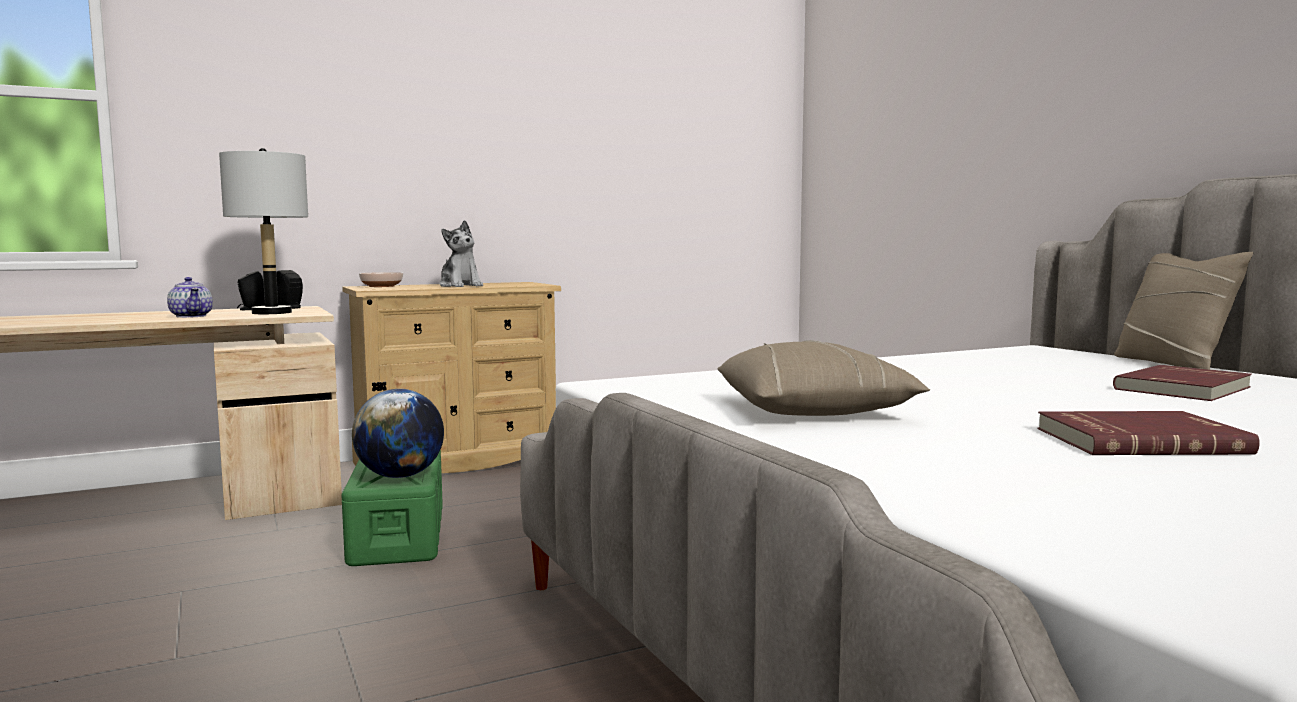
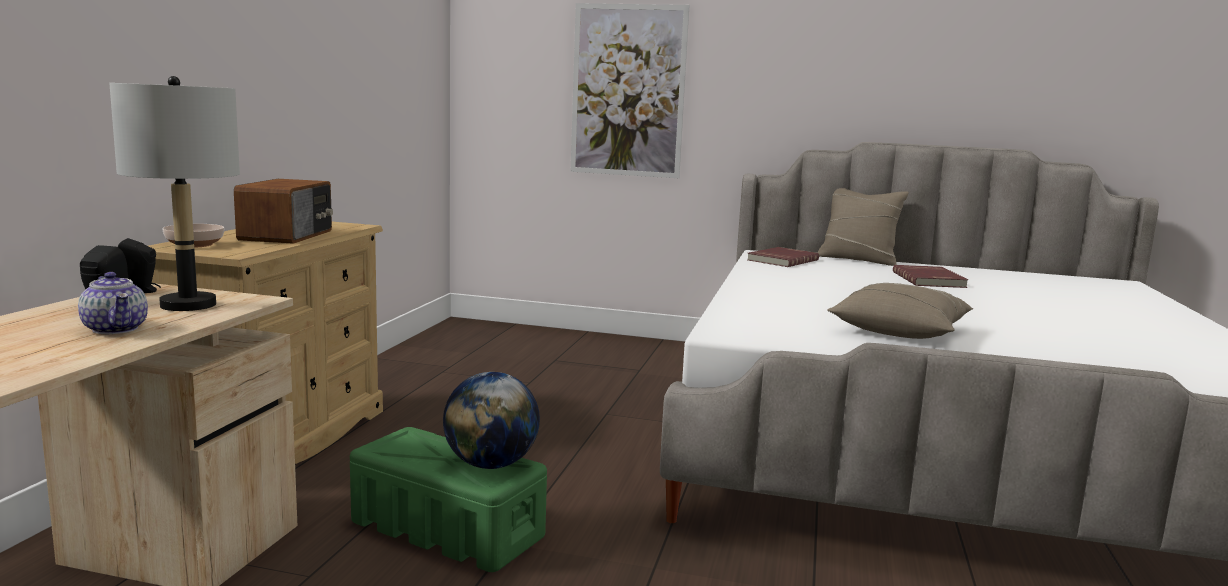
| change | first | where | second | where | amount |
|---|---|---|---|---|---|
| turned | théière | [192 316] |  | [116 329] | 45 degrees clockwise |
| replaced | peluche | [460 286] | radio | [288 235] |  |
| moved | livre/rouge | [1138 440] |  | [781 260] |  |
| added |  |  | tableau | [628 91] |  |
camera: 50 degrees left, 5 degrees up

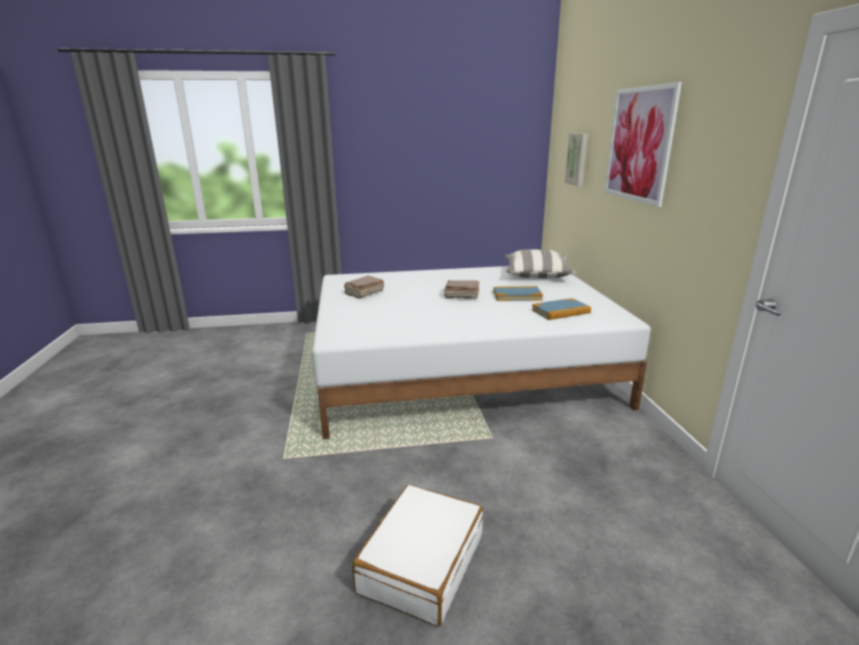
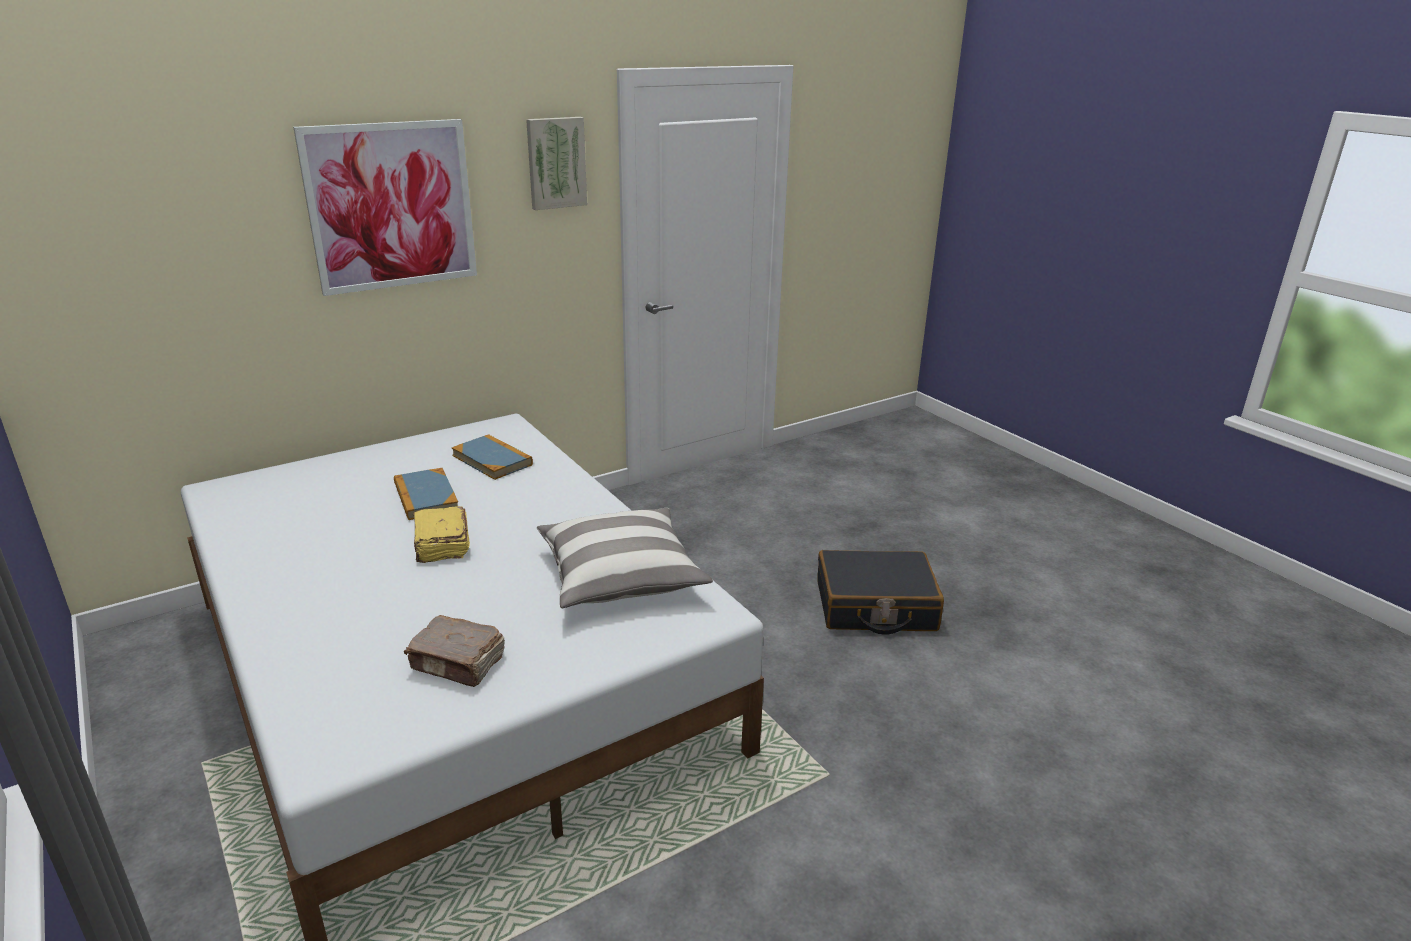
| change | first | where | second | where | amount |
|---|---|---|---|---|---|
| recoloured | valise/blanc | [421 563] | valise/noir | [875 607] |  |
| recoloured | livre/marron | [461 296] | livre/jaune | [441 545] |  |
| moved | coussin | [536 275] |  | [620 577] |  |
| moved | tableau | [577 159] |  | [555 162] |  |
camera: 115 degrees left, 5 degrees up

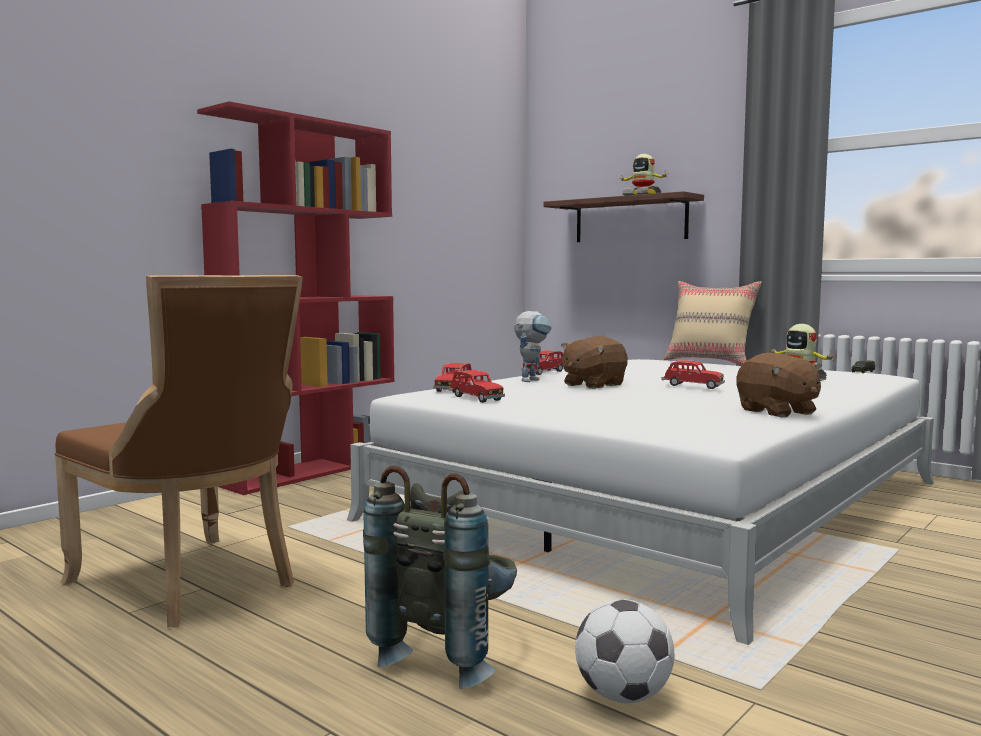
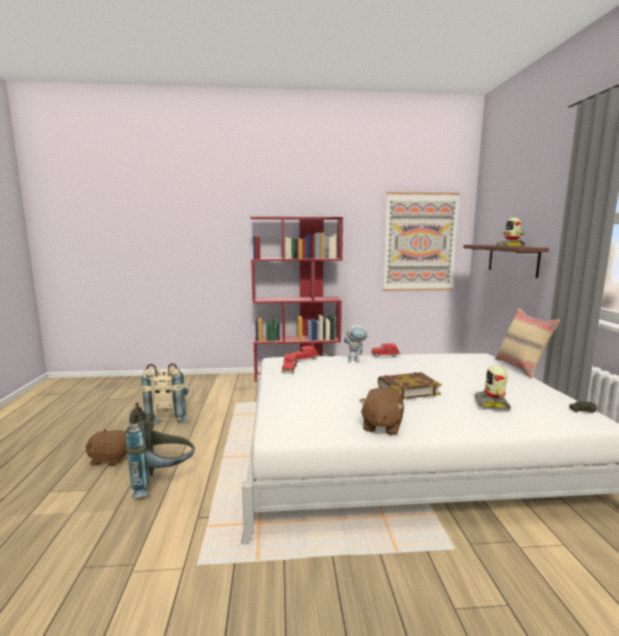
| change | first | where | second | where | amount |
|---|---|---|---|---|---|
| replaced | chaise/marron | [191 584] | sac à dos/beige | [169 416] |  |
| moved | peluche/marron | [593 385] |  | [110 459] |  |
| removed | ballon de foot | [623 696] |  |  |  |
| replaced | petite voiture/rouge | [692 386] | livre | [408 390] |  |
| added |  |  | tableau | [420 242] |  |
camera: 45 degrees right, 5 degrees up

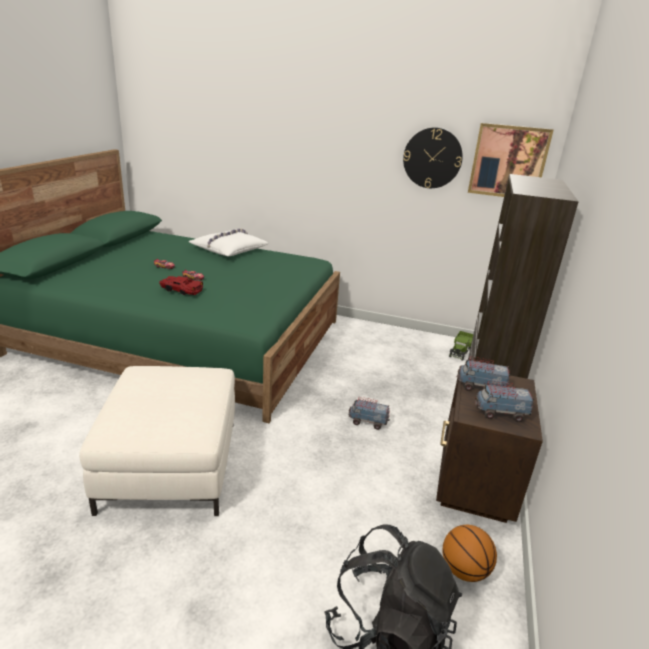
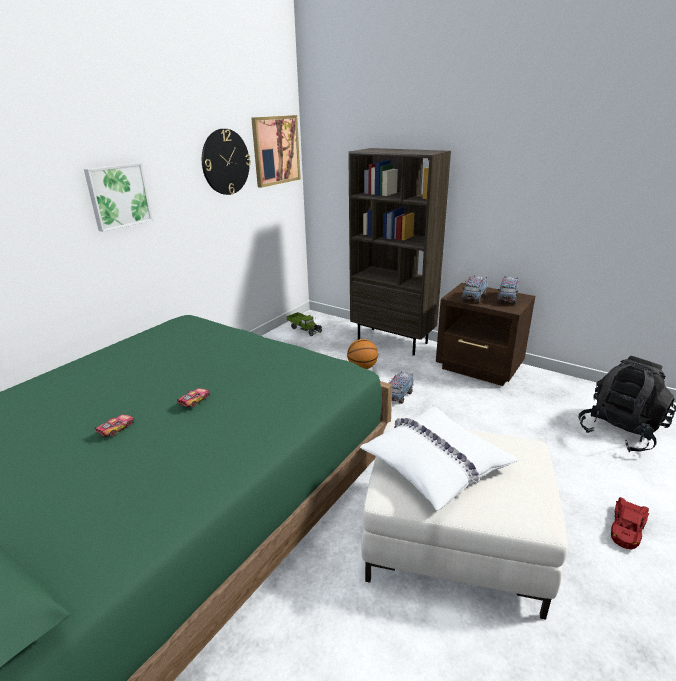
| change | first | where | second | where | amount |
|---|---|---|---|---|---|
| moved | petite voiture/rouge | [181 290] |  | [626 528] |  |
| moved | coussin/blanc | [229 250] |  | [434 464] |  |
| moved | ballon de basket | [464 570] |  | [362 368] |  |
| added |  |  | tableau | [118 196] |  |
camera: 70 degrees left, 0 degrees up

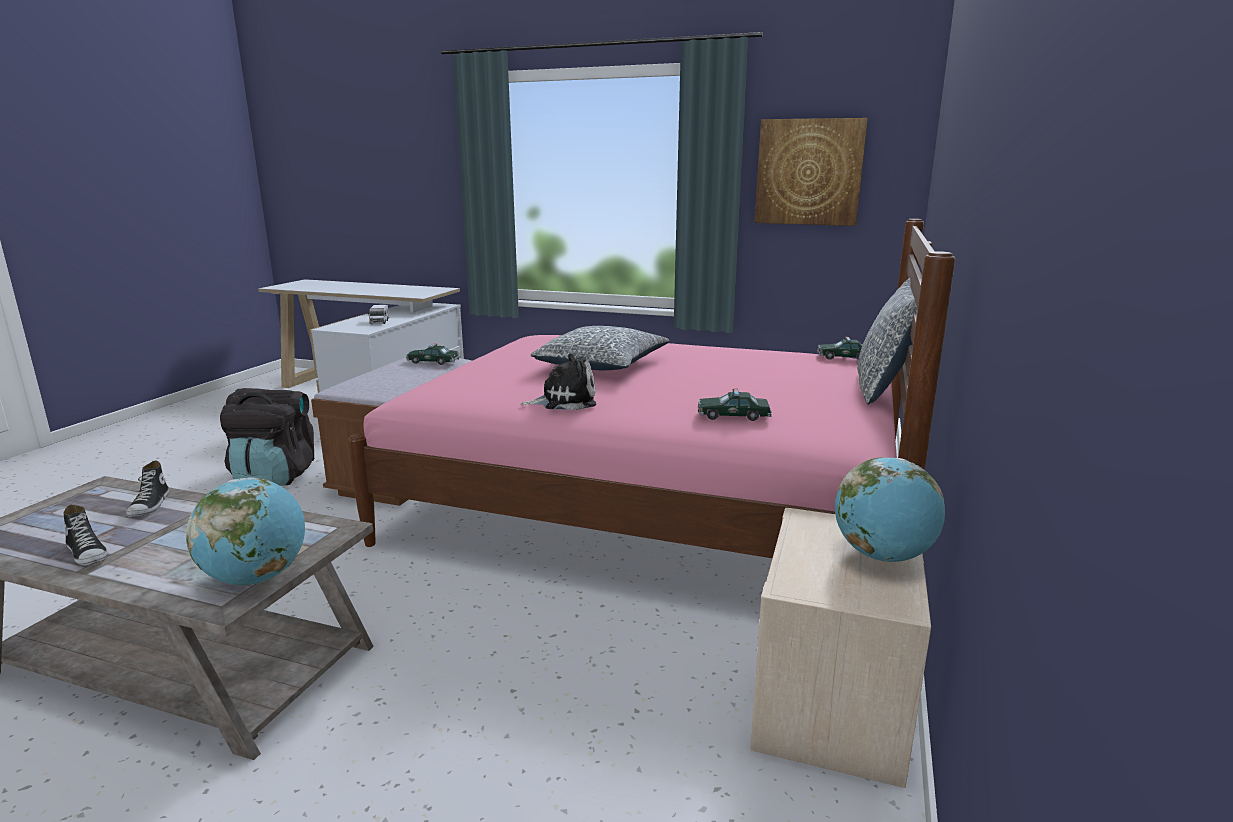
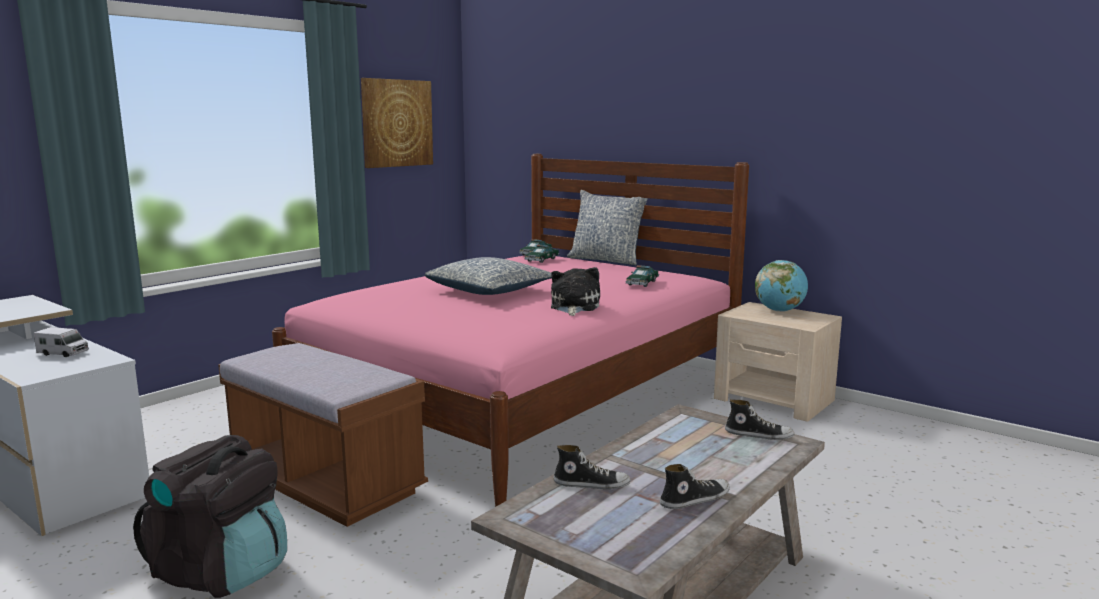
| change | first | where | second | where | amount |
|---|---|---|---|---|---|
| replaced | globe | [257 578] | chaussure | [758 435] |  |
| moved | petite voiture | [433 362] |  | [542 260] |  |
camera: 70 degrees left, 5 degrees down

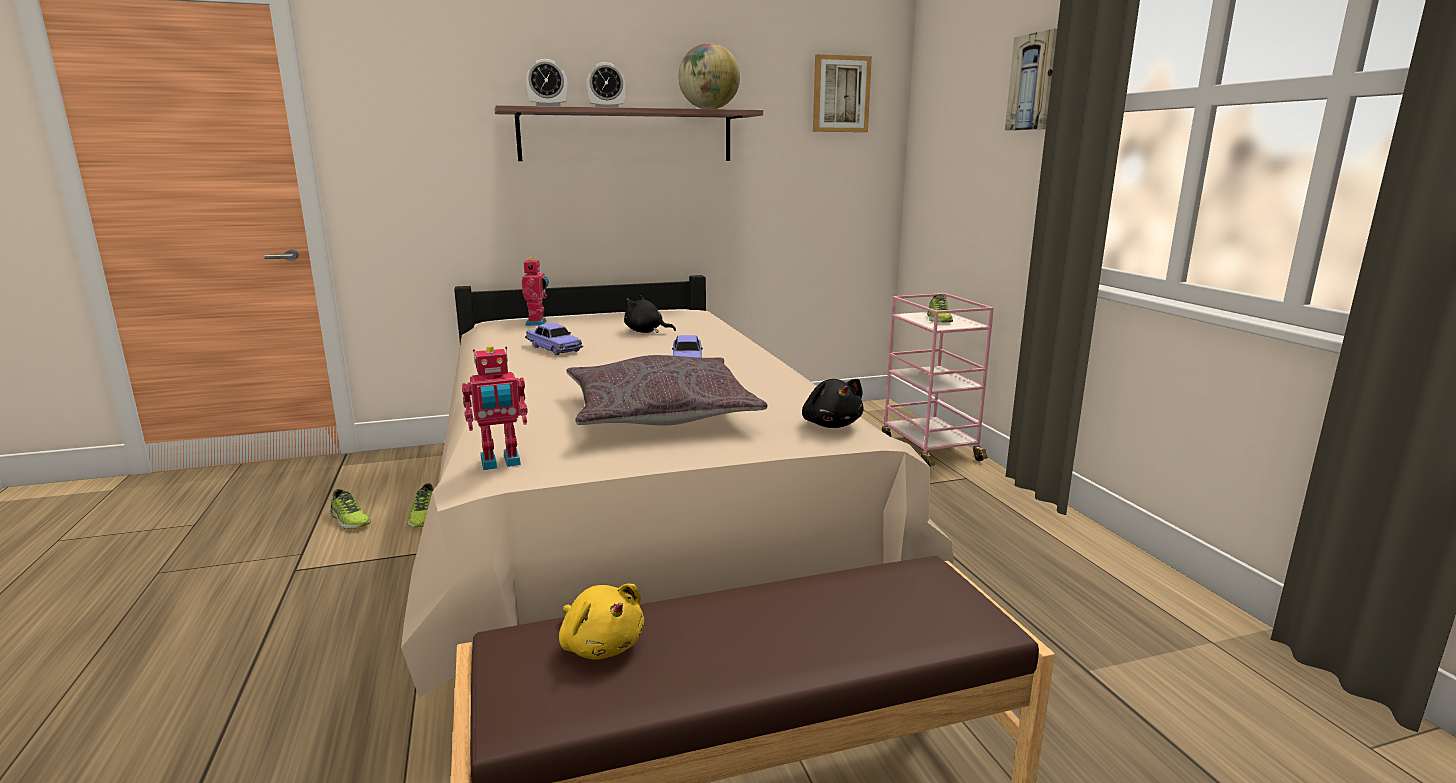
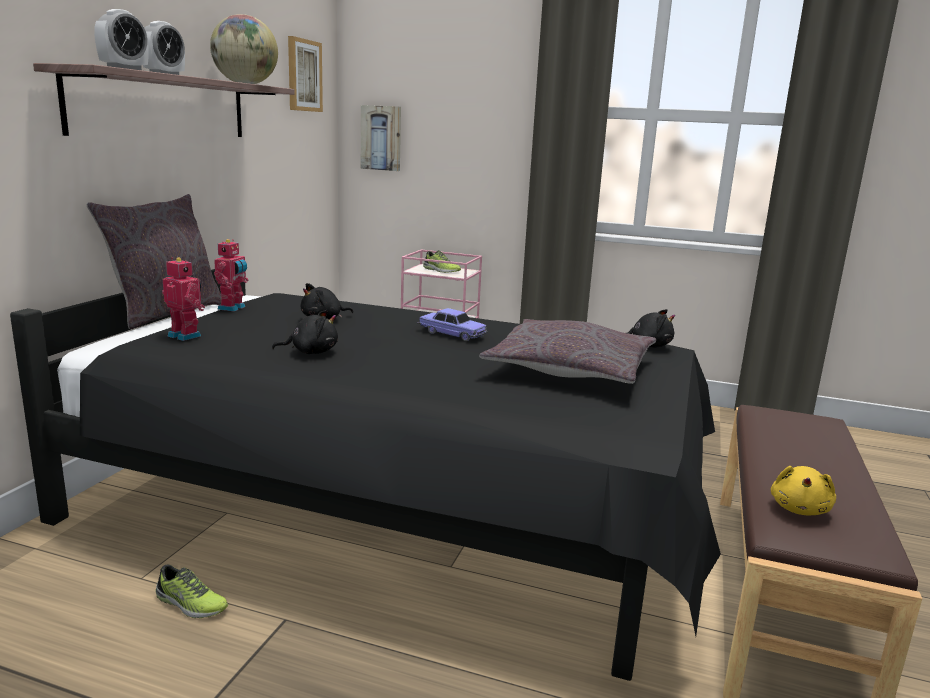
| change | first | where | second | where | amount |
|---|---|---|---|---|---|
| removed | chaussure | [349 520] |  |  |  |
| recoloured | lit/beige | [632 529] | lit/noir | [398 508] |  |
| moved | robot jouet | [501 463] |  | [233 308] |  |
| replaced | petite voiture | [554 349] | peluche/noir | [311 352] |  |
| turned | peluche/jaune | [601 645] |  | [800 509] | 120 degrees clockwise |
| moved | tableau | [1035 82] |  | [381 138] |  |
| added |  |  | coussin/gris | [166 313] |  |
camera: 55 degrees left, 0 degrees up

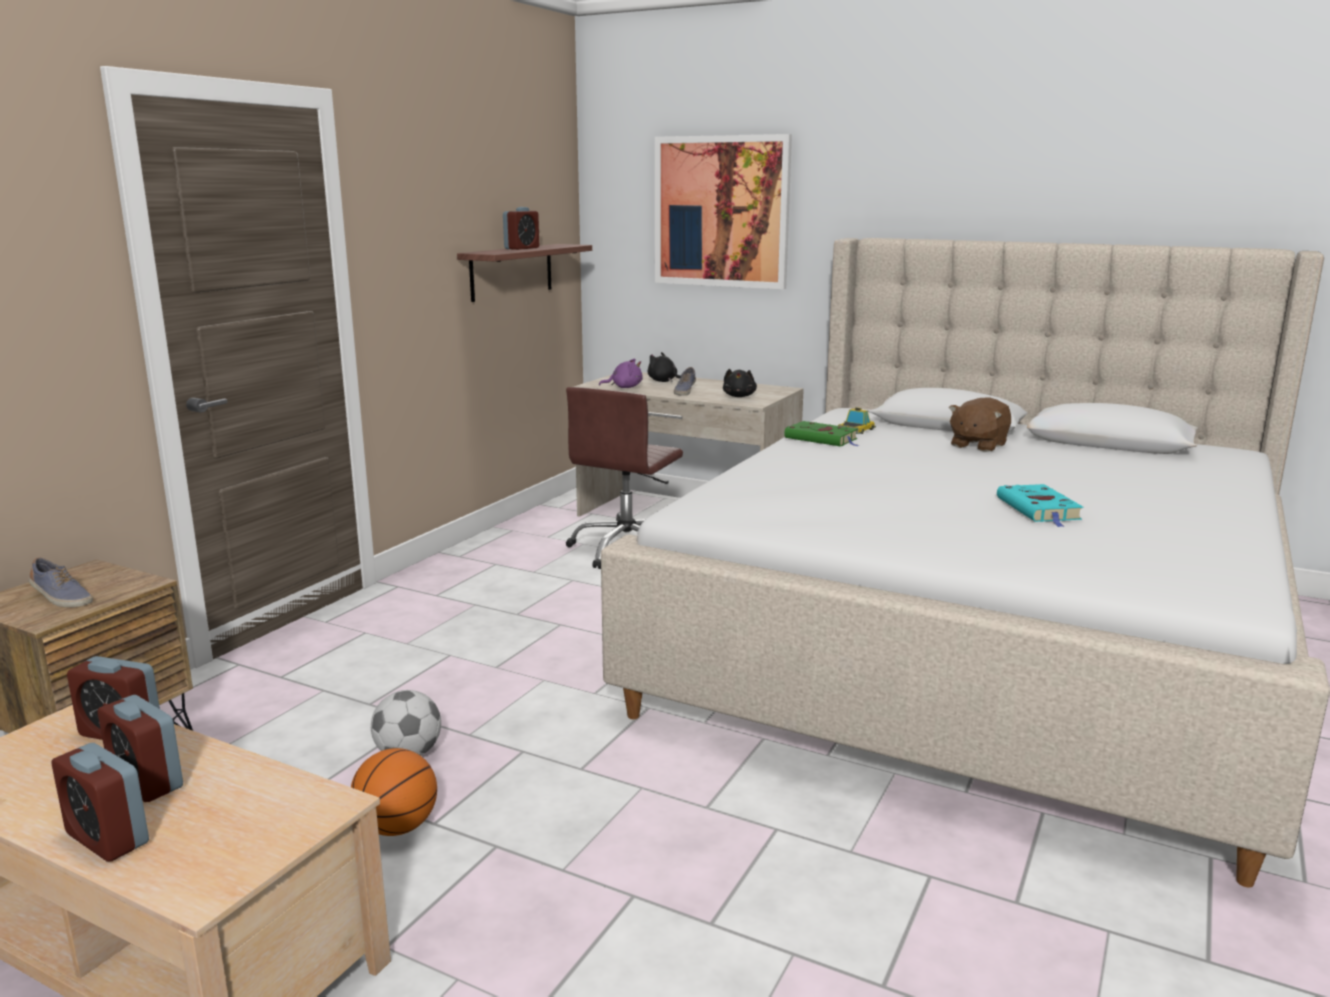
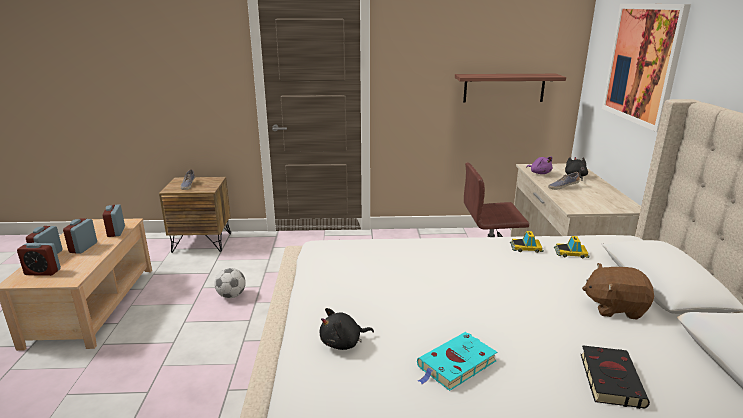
| change | first | where | second | where | amount |
|---|---|---|---|---|---|
| removed | ballon de basket | [397 827] |  |  |  |
| moved | réveil | [522 248] |  | [43 272] |  |
| moved | peluche/noir | [739 396] |  | [343 343] |  |
| replaced | livre/vert | [823 439] | petite voiture | [526 247] |  |
| added |  |  | livre/noir | [610 378] |  |
camera: 60 degrees right, 5 degrees up

